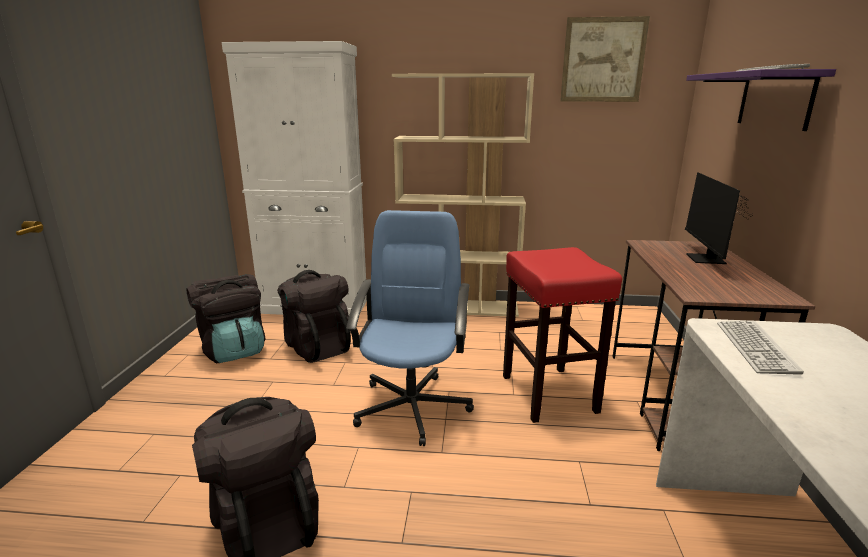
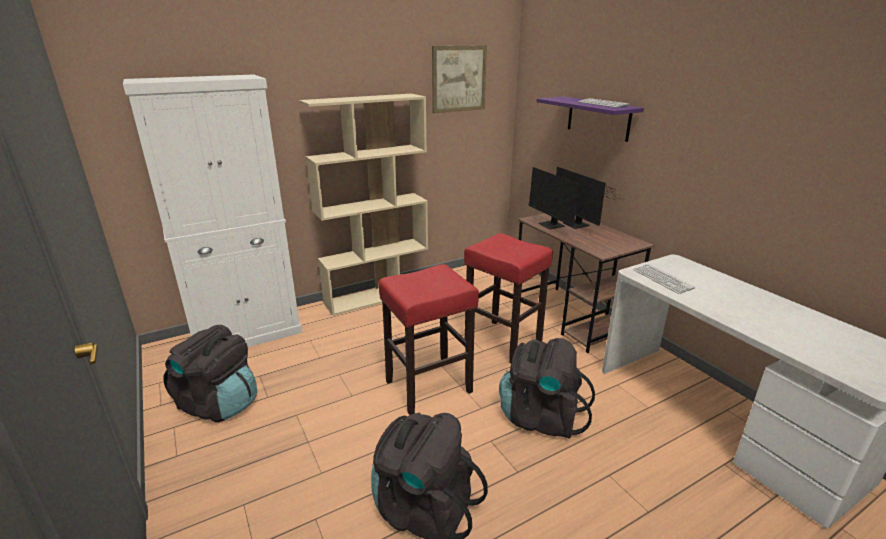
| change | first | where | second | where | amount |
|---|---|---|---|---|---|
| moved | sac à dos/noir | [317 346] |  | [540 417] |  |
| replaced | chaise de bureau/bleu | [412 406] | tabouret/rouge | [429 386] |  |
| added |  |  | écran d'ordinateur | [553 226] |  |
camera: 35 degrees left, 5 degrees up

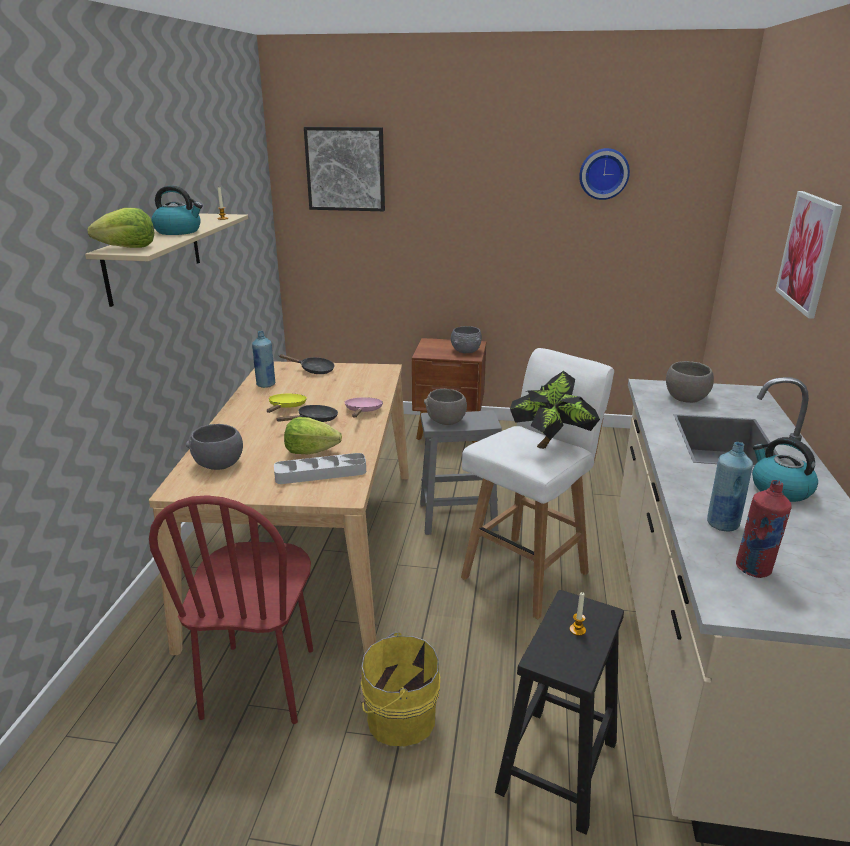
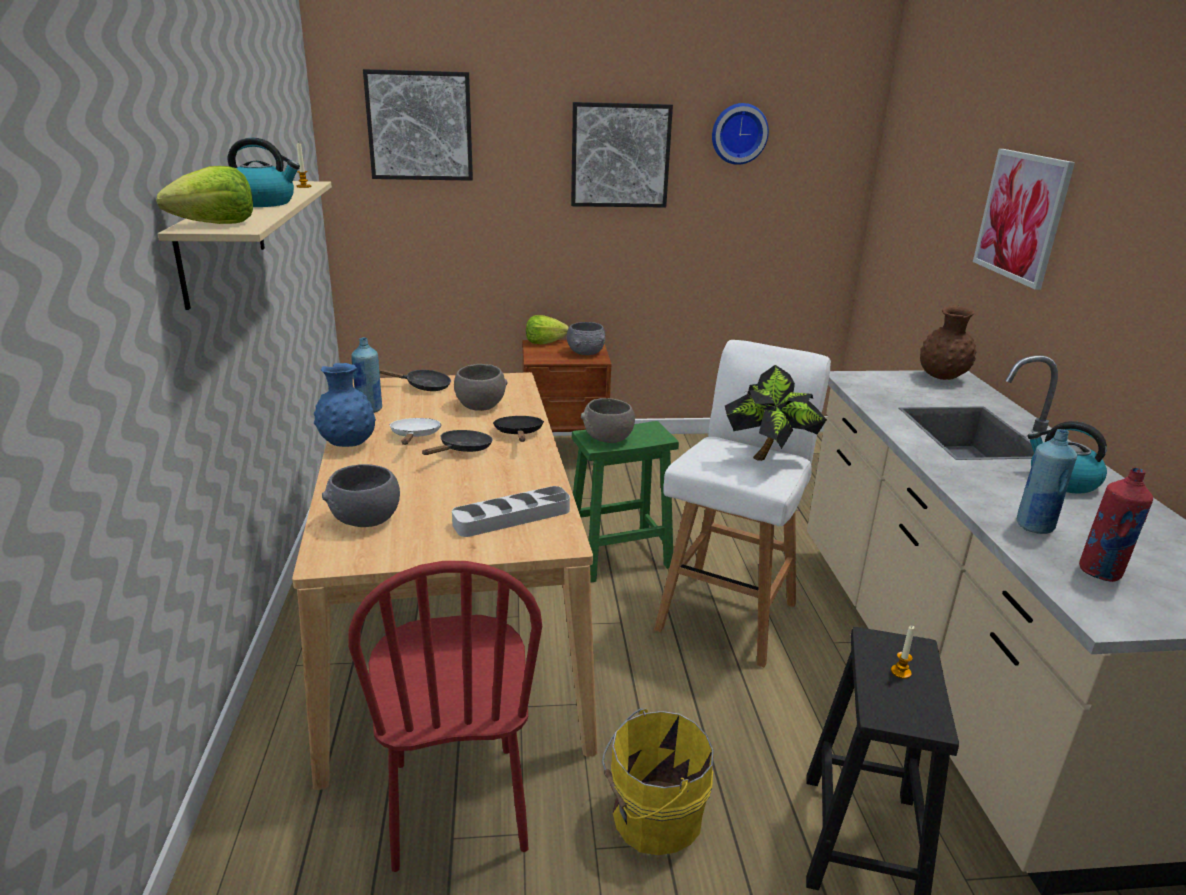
| change | first | where | second | where | amount |
|---|---|---|---|---|---|
| recoloured | poêle/jaune | [286 407] | poêle/blanc | [415 436] |  |
| moved | laitue | [311 451] |  | [544 342] |  |
| recoloured | poêle/rose | [363 411] | poêle/noir | [519 434] |  |
| recoloured | tabouret/gris | [459 516] | tabouret/vert | [620 555] |  |
| moved | bol/gris | [685 397] |  | [480 405] |  |
| added |  |  | vase/bleu | [348 444] |  |
| added |  |  | tableau | [620 155] |  |
| added |  |  | vase/marron | [941 378] |  |
camera: 15 degrees left, 0 degrees up

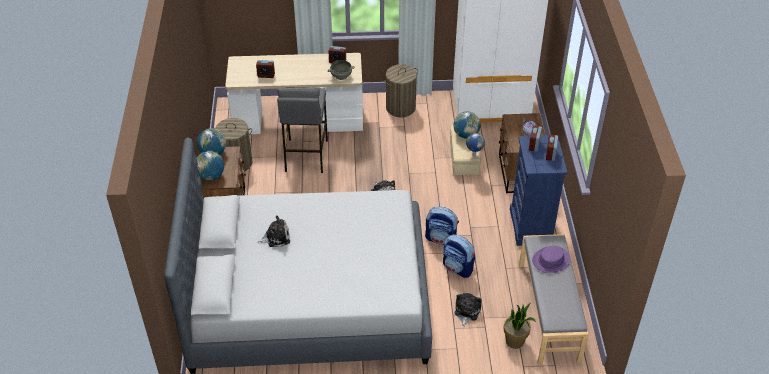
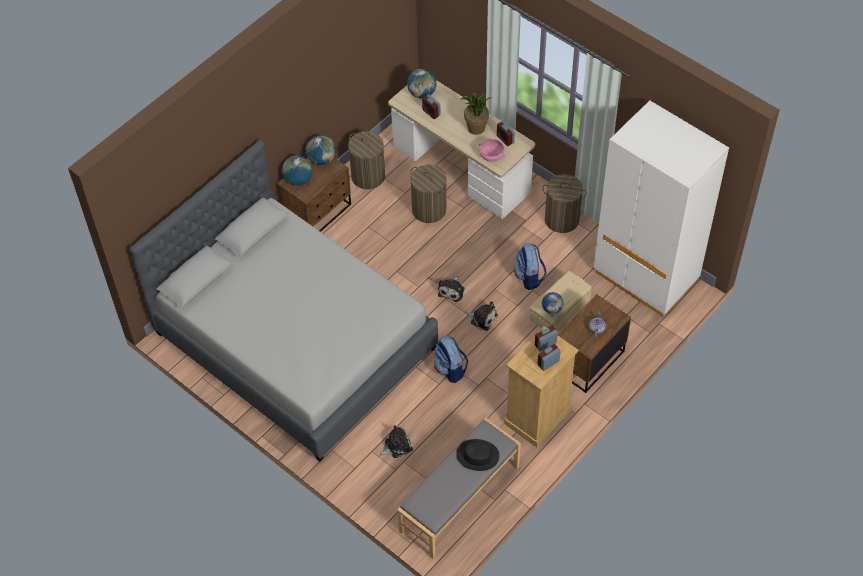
| change | first | where | second | where | amount |
|---|---|---|---|---|---|
| moved | peluche | [276 237] |  | [482 318] |  |
| replaced | tabouret/gris | [305 156] | panier à linge | [429 210] |  |
| recoloured | bol/gris | [341 75] | bol/rose | [492 156] |  |
| moved | sac à dos | [458 268] |  | [529 277] |  |
| moved | globe | [466 135] |  | [422 93] |  |
| moved | plante en pot | [515 341] |  | [476 128] |  |
| recoloured | commode/bleu | [531 226] | commode/beige | [537 417] |  |
| recoloured | chapeau/violet | [551 260] | chapeau/noir | [477 455] |  |
camera: 45 degrees right, 10 degrees up

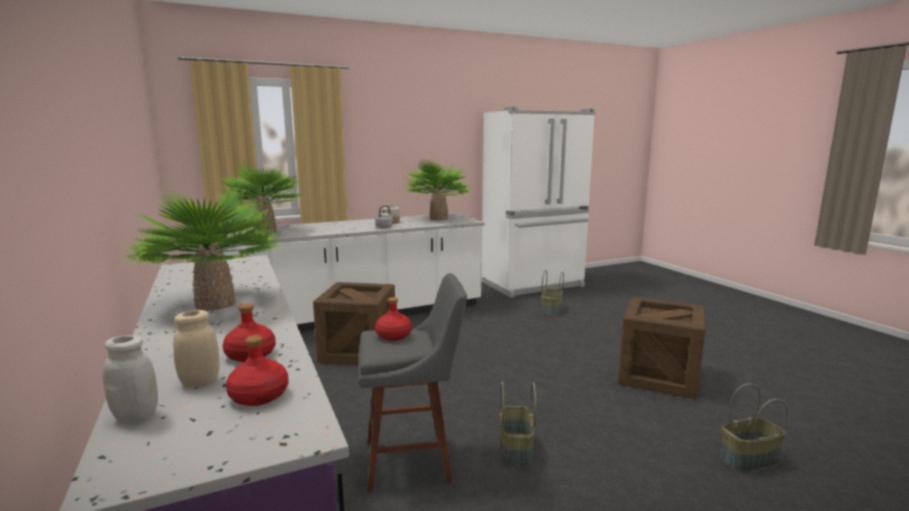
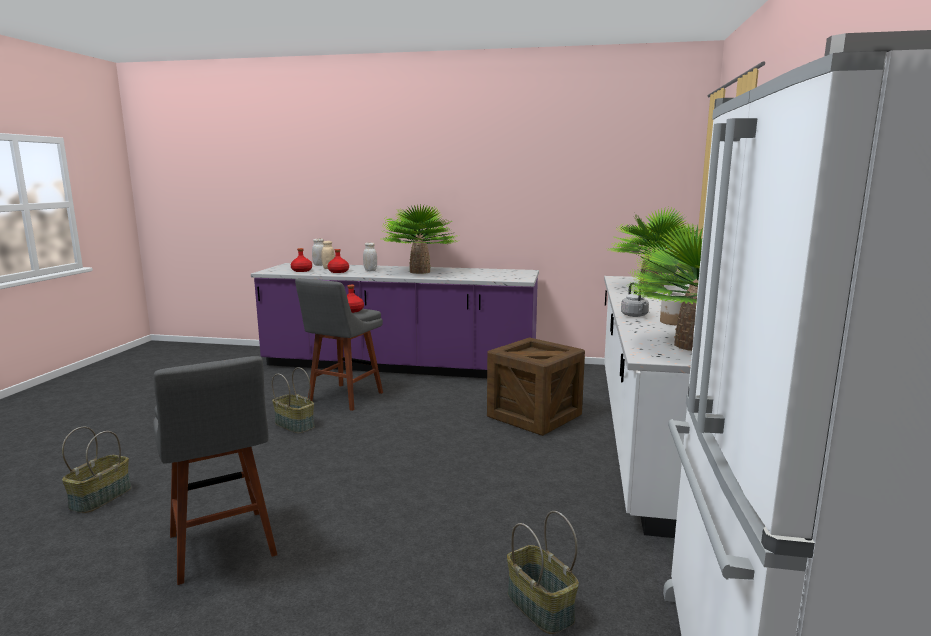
| change | first | where | second | where | amount |
|---|---|---|---|---|---|
| replaced | caisse | [658 376] | tabouret/gris | [223 548] |  |
| added |  |  | bocal/blanc | [370 270] |  |
camera: 125 degrees right, 0 degrees up

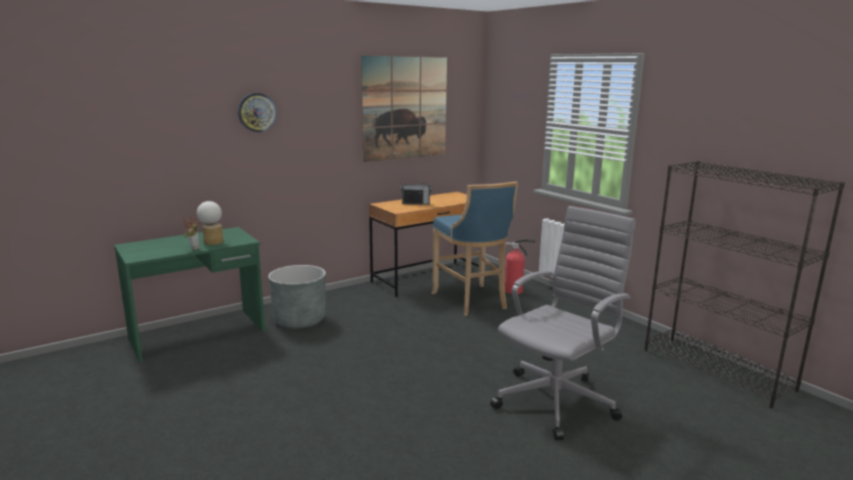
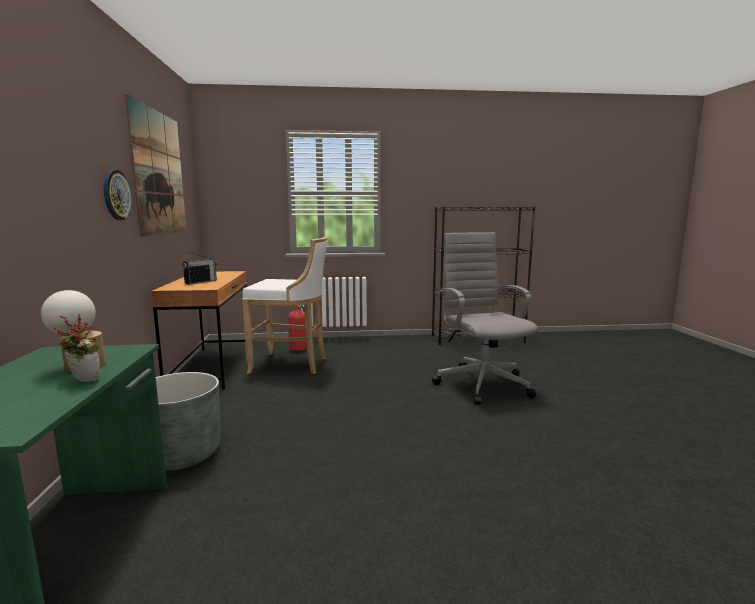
| change | first | where | second | where | amount |
|---|---|---|---|---|---|
| moved | horloge murale | [257 112] |  | [116 195] |  |
| recoloured | tabouret/bleu | [472 301] | tabouret/blanc | [292 364] |  |
camera: 60 degrees left, 5 degrees down

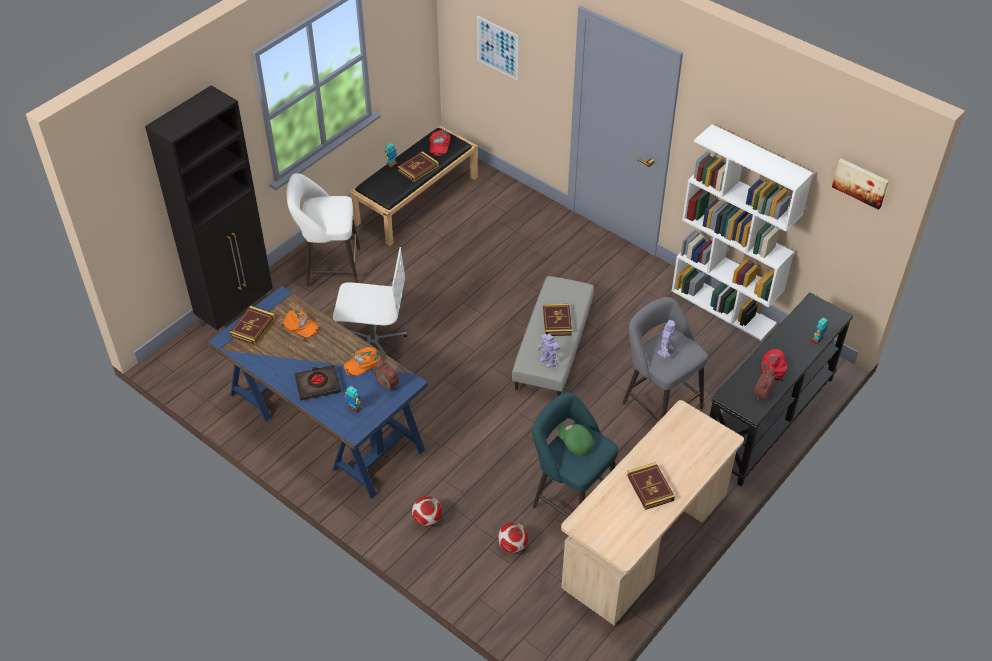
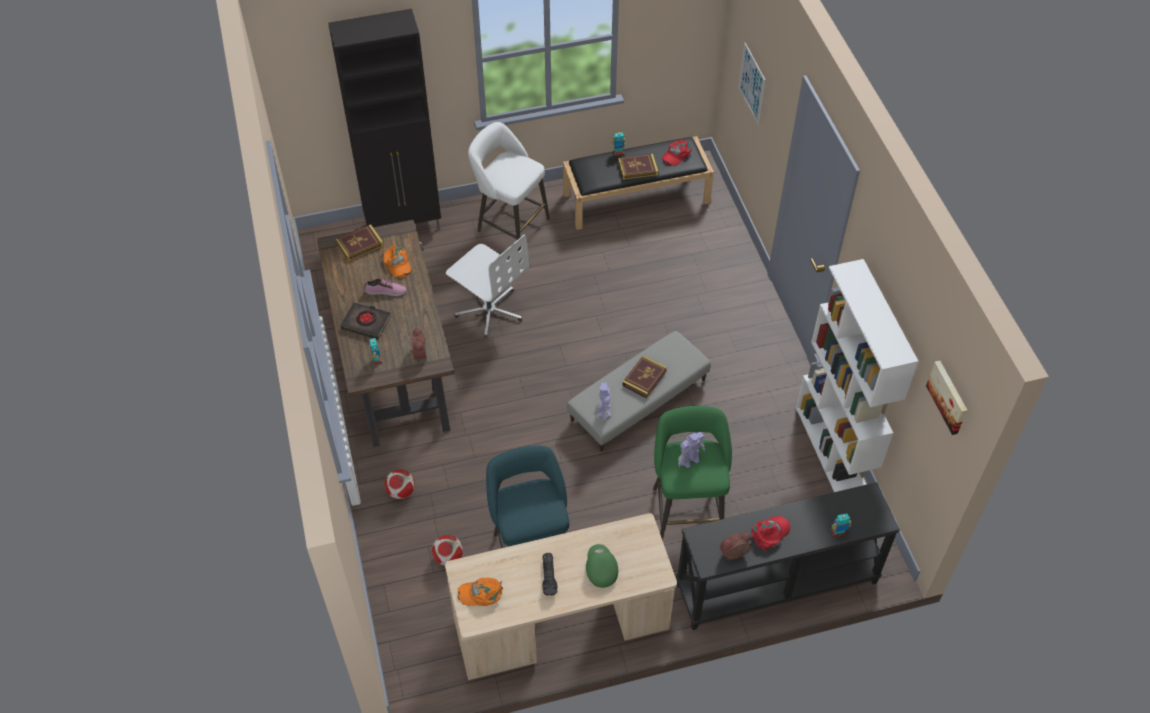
| change | first | where | second | where | amount |
|---|---|---|---|---|---|
| recoloured | bureau/bleu | [325 422] | bureau/marron | [392 360] |  |
| moved | casquette/orange | [362 363] |  | [481 593] |  |
| moved | casquette/vert | [574 443] |  | [600 569] |  |
| recoloured | tabouret/gris | [659 403] | tabouret/vert | [687 507] |  |
| replaced | livre | [650 488] | lampe de poche | [549 577] |  |
| added |  |  | chaussure | [385 291] |  |
camera: 35 degrees right, 5 degrees up

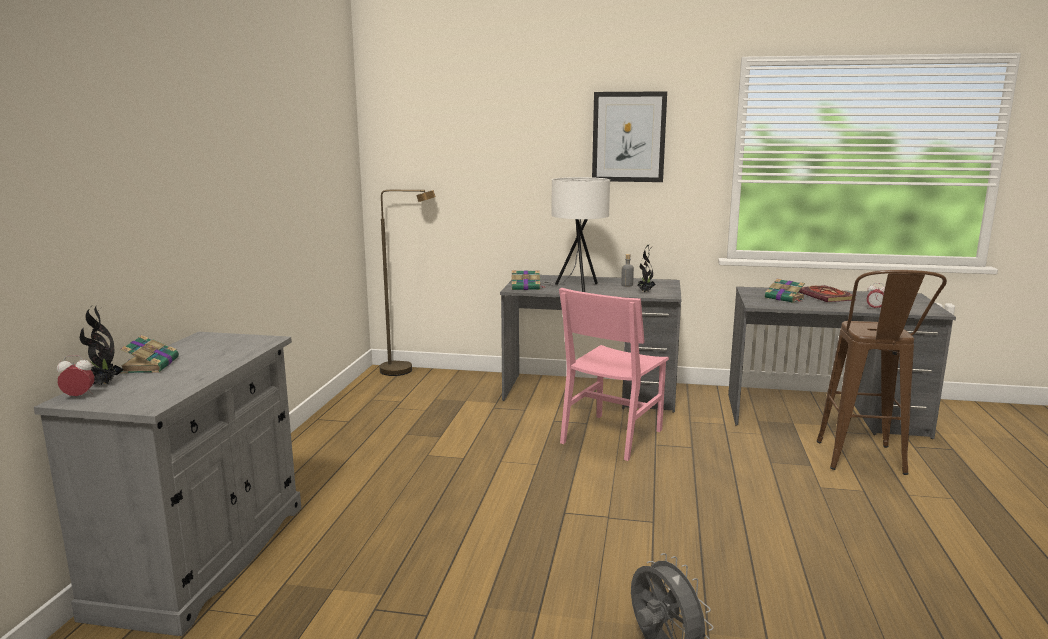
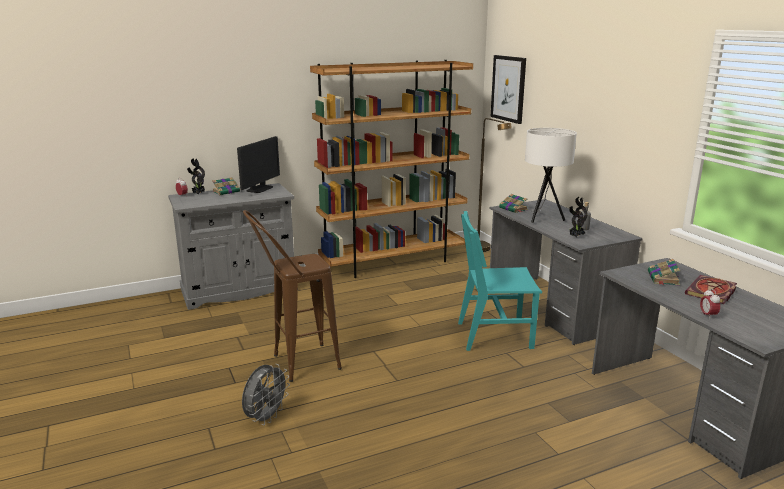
| change | first | where | second | where | amount |
|---|---|---|---|---|---|
| recoloured | chaise/rose | [611 436] | chaise/turquoise | [494 335] |  |
| moved | tableau | [628 137] |  | [508 88] |  |
| moved | tabouret/marron | [864 464] |  | [296 365] |  |
| added |  |  | écran d'ordinateur | [259 189] |  |
| added |  |  | bibliothèque/marron | [393 262] |  |
camera: 55 degrees right, 5 degrees up

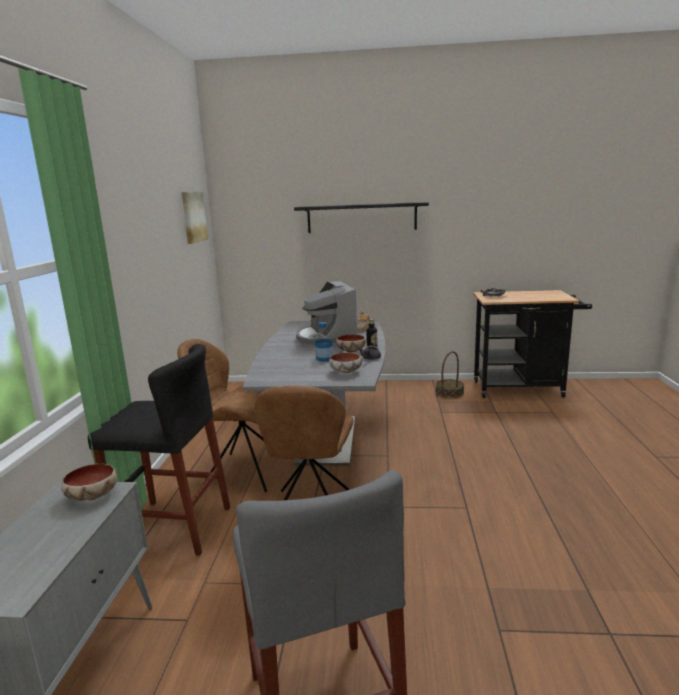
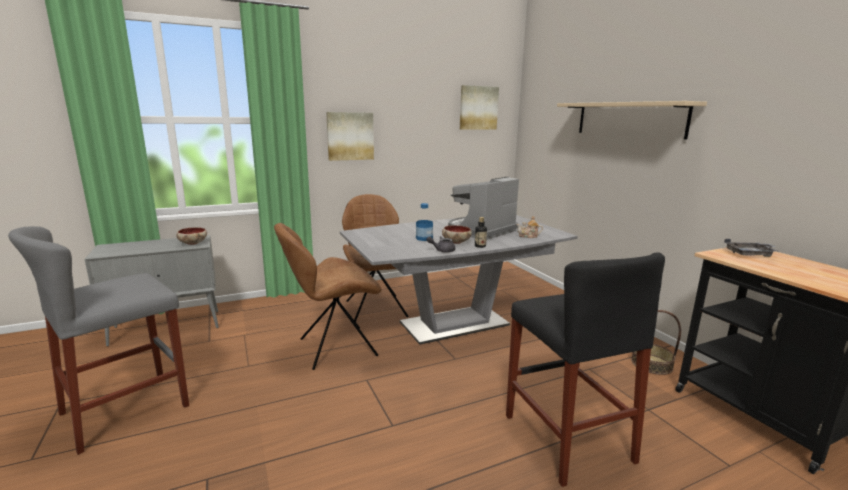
| change | first | where | second | where | amount |
|---|---|---|---|---|---|
| moved | tabouret/noir | [173 526] |  | [567 437] |  |
| recoloured | étagère/noir | [361 218] | étagère/beige | [629 119] |  |
| removed | bol | [346 372] |  |  |  |
| added |  |  | tableau | [350 136] |  |
camera: 60 degrees right, 0 degrees up

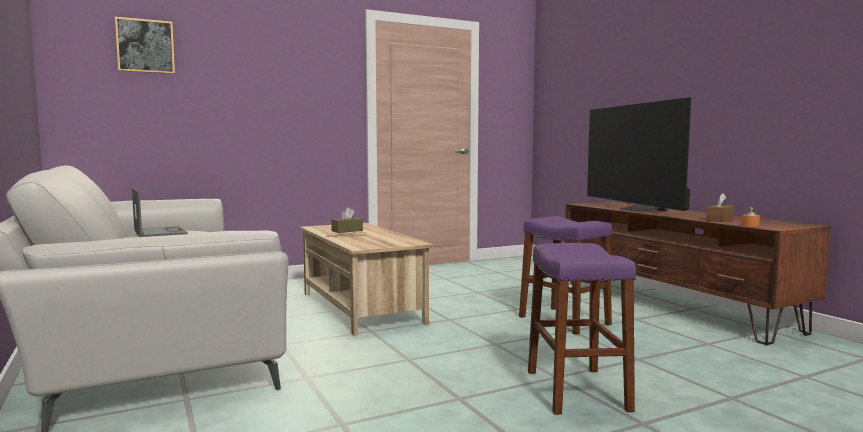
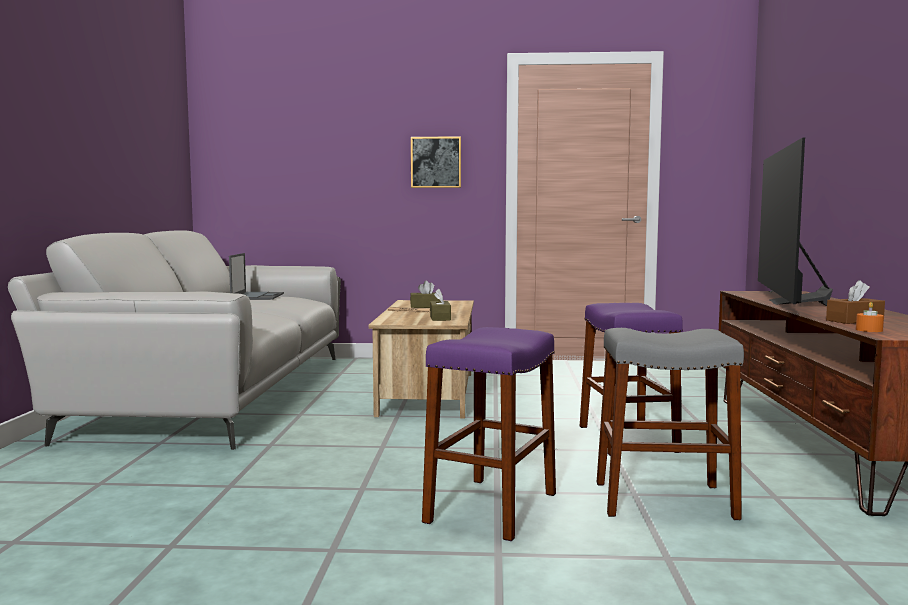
| change | first | where | second | where | amount |
|---|---|---|---|---|---|
| moved | tableau | [145 46] |  | [436 162] |  |
| added |  |  | boîte à mouchoirs/marron | [440 318] |  |
| added |  |  | tabouret/gris | [664 500] |  |
camera: 30 degrees right, 0 degrees up

